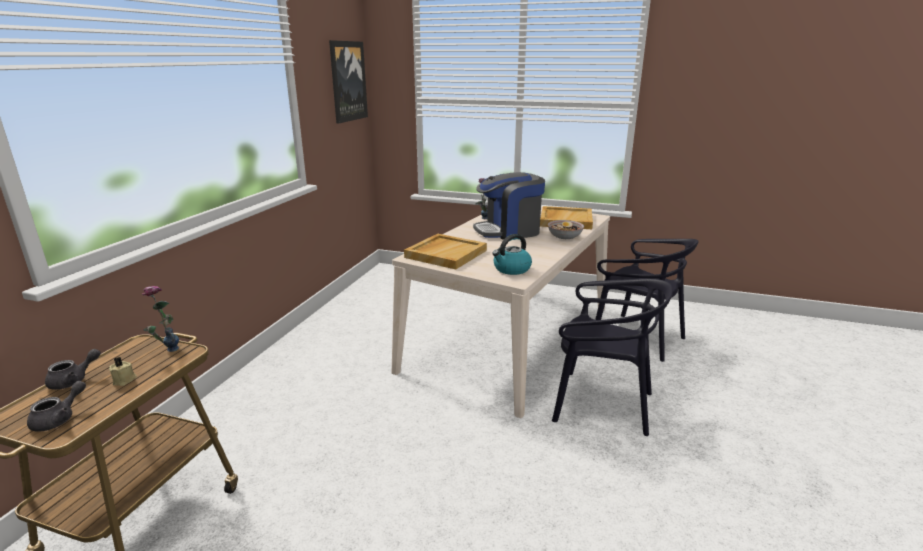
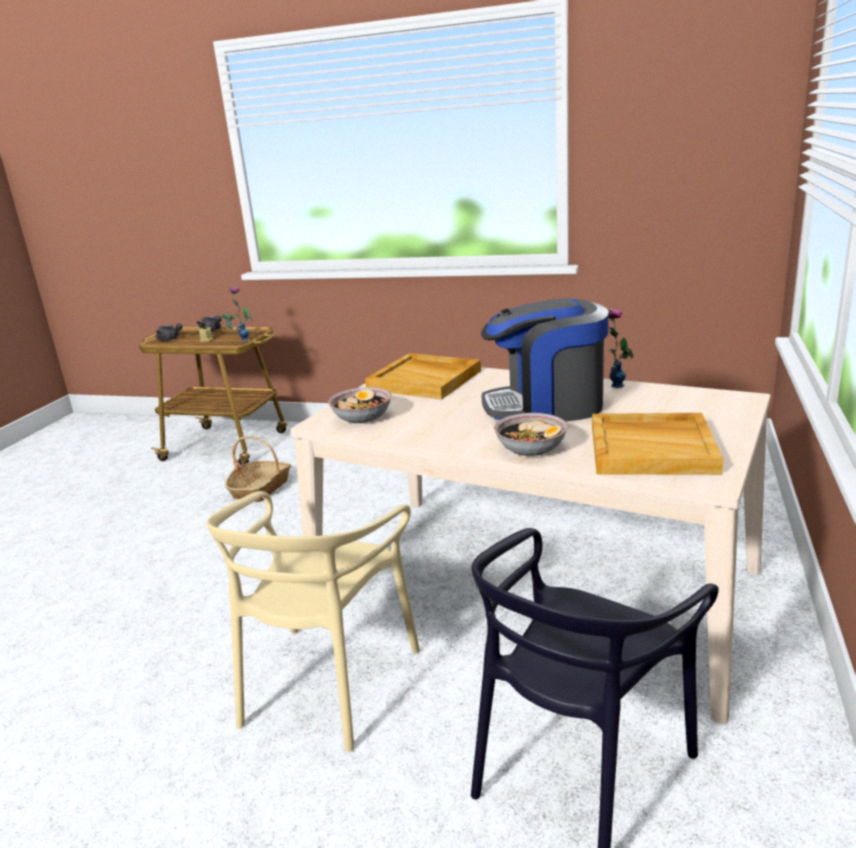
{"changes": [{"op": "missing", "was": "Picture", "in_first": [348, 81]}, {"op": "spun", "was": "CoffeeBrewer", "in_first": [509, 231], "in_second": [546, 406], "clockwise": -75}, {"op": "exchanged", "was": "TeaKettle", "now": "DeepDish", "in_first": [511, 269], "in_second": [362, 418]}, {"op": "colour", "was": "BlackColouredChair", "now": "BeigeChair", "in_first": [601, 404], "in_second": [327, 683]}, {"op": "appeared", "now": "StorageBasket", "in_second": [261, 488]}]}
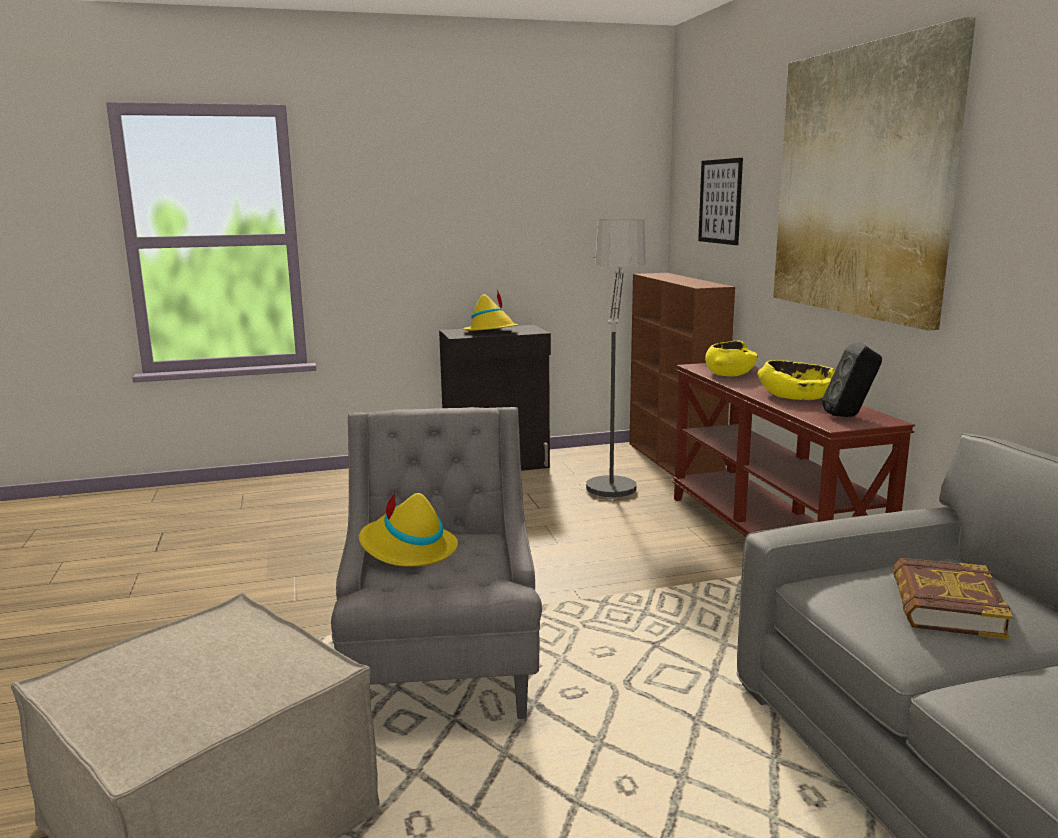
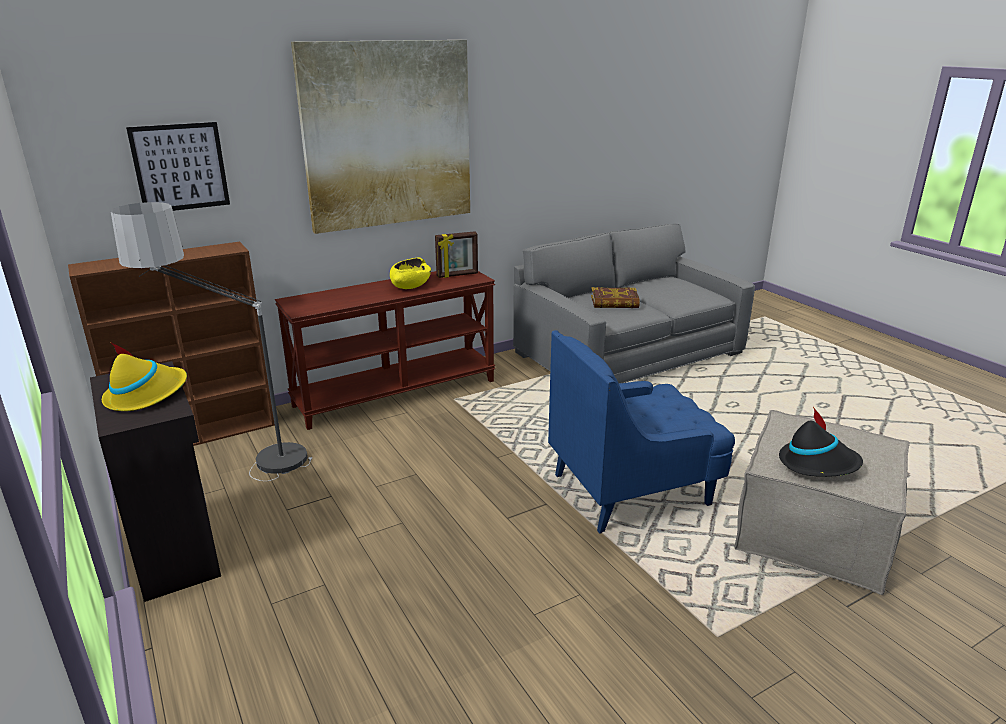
{"changes": [{"op": "colour", "was": "GrayLoungeChair", "now": "BlueColouredLoungeChair", "in_first": [443, 671], "in_second": [632, 489]}, {"op": "missing", "was": "YellowishHat", "in_first": [407, 550]}, {"op": "missing", "was": "YellowishDeepDish", "in_first": [729, 373]}, {"op": "exchanged", "was": "BlackColouredLoudspeaker", "now": "PictureFrame", "in_first": [850, 416], "in_second": [457, 275]}, {"op": "appeared", "now": "BlackColouredHat", "in_second": [818, 464]}]}
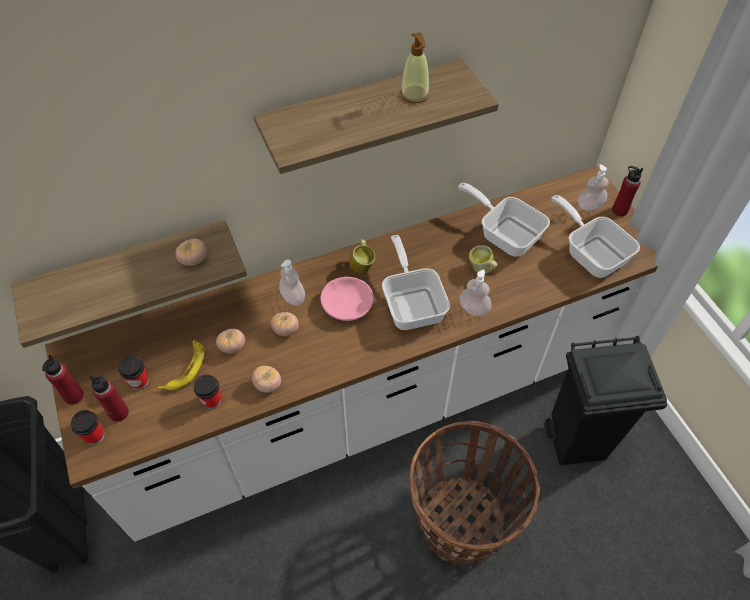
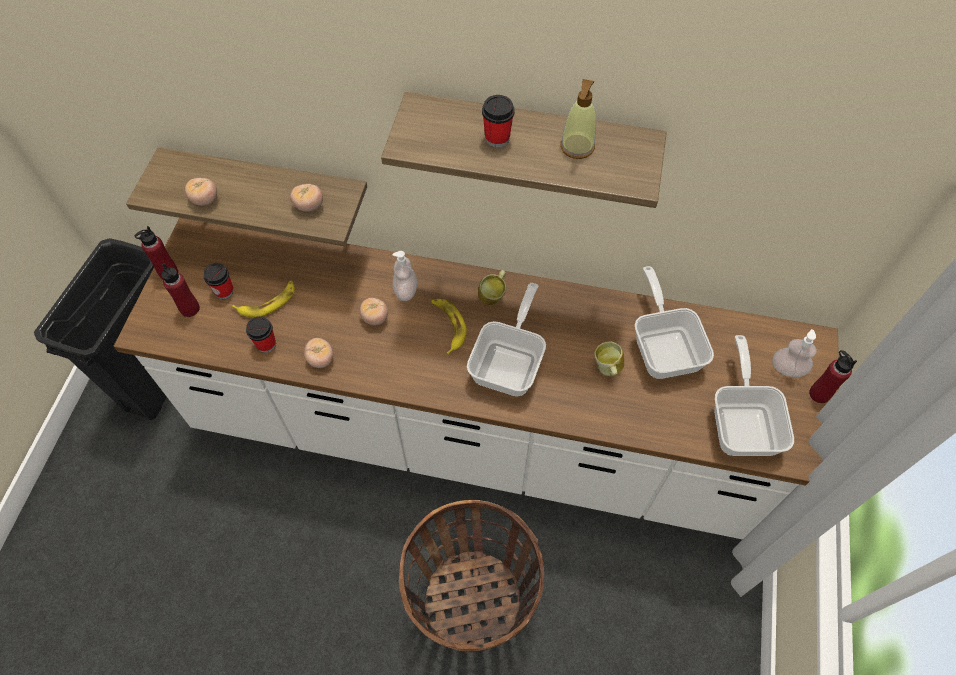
{"changes": [{"op": "relocated", "was": "Cup", "in_first": [94, 436], "in_second": [497, 138]}, {"op": "relocated", "was": "WholeTomato", "in_first": [232, 347], "in_second": [205, 200]}, {"op": "exchanged", "was": "PinkColouredDeepDish", "now": "Banana", "in_first": [346, 304], "in_second": [448, 325]}, {"op": "missing", "was": "SoapBottle", "in_first": [473, 309]}, {"op": "missing", "was": "BlackColouredRubbishBin", "in_first": [577, 442]}]}
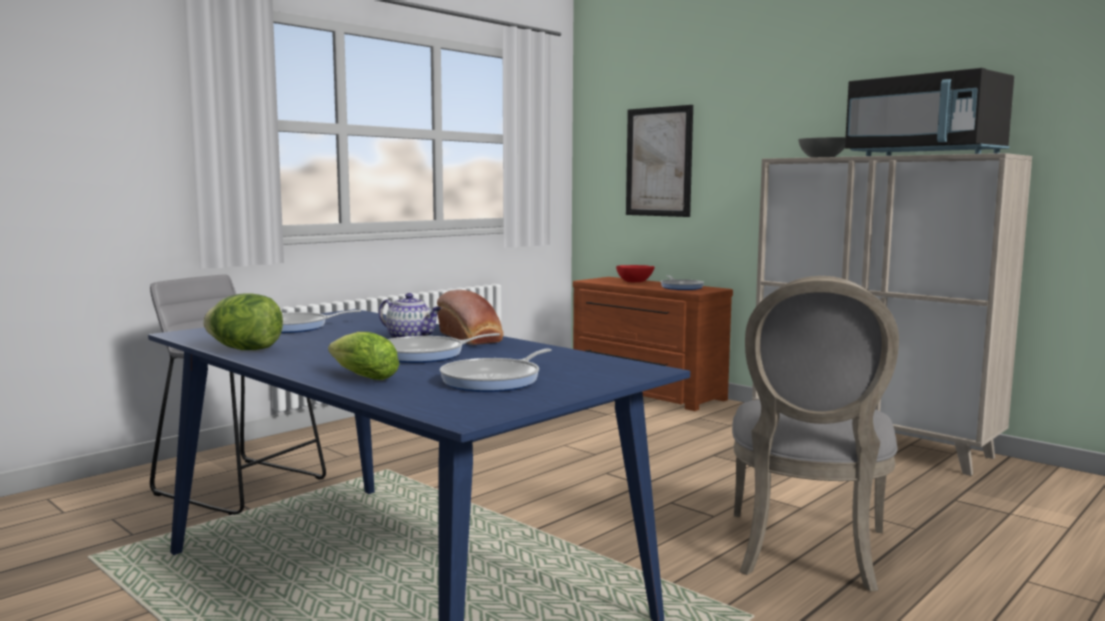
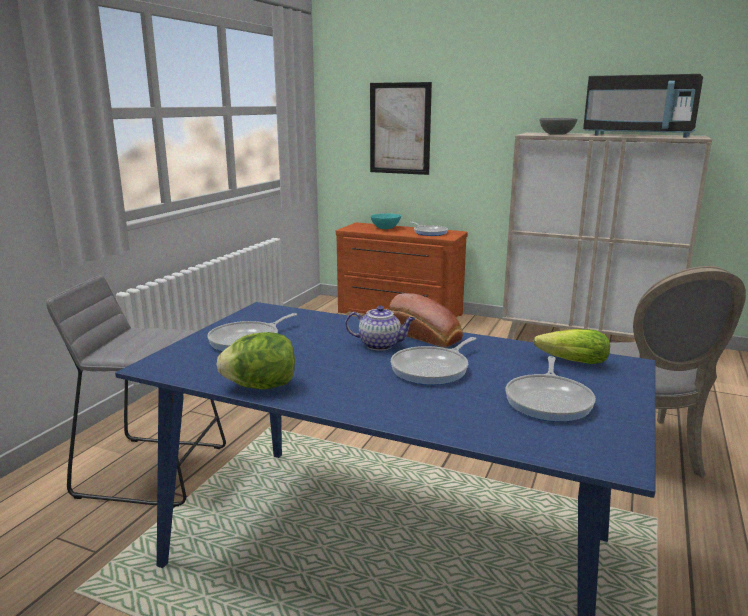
{"changes": [{"op": "relocated", "was": "HeadOfLettuce", "in_first": [360, 377], "in_second": [569, 361]}, {"op": "colour", "was": "RedDeepDish", "now": "TurquoiseDeepDish", "in_first": [634, 282], "in_second": [385, 228]}]}
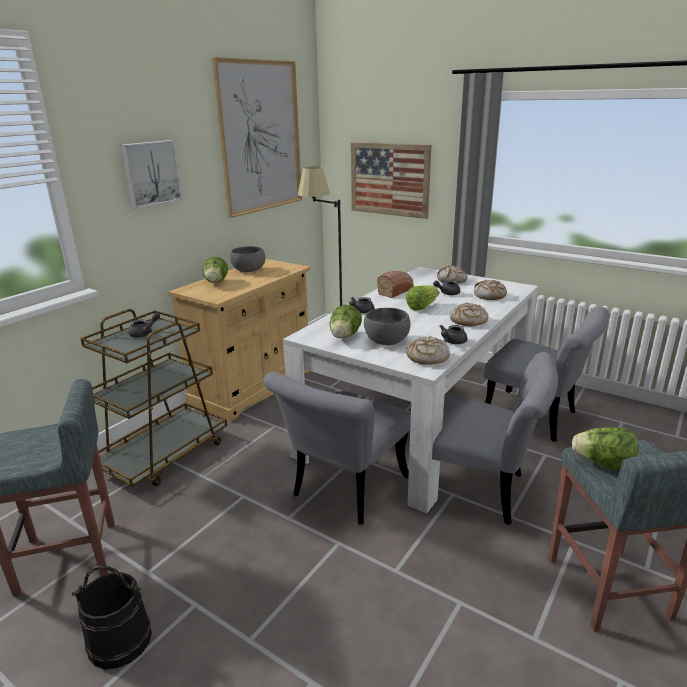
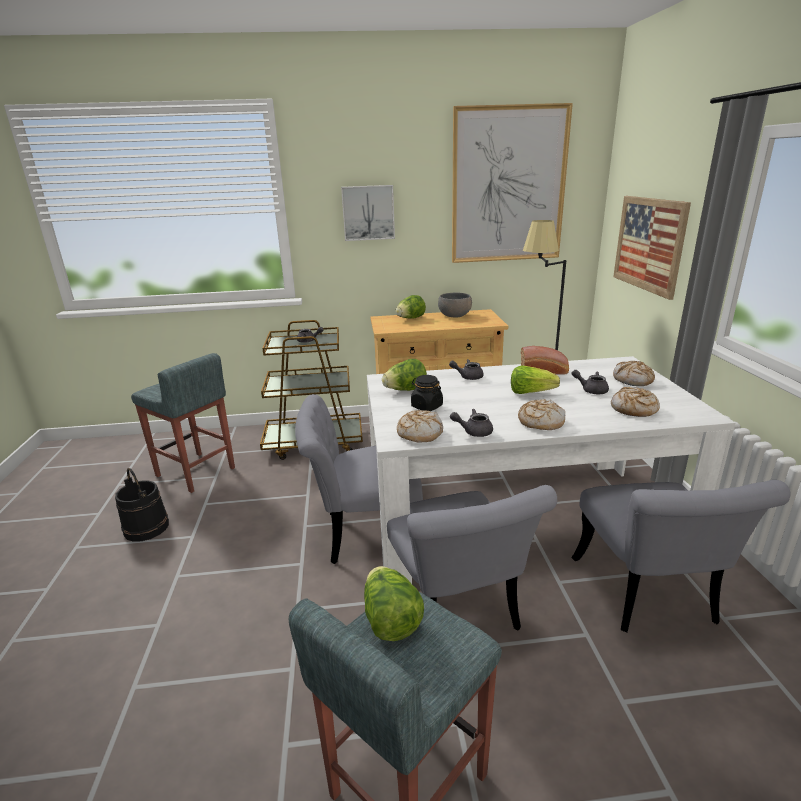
{"changes": [{"op": "exchanged", "was": "GrayDeepDish", "now": "BlackColouredStorageJar", "in_first": [387, 340], "in_second": [426, 406]}]}
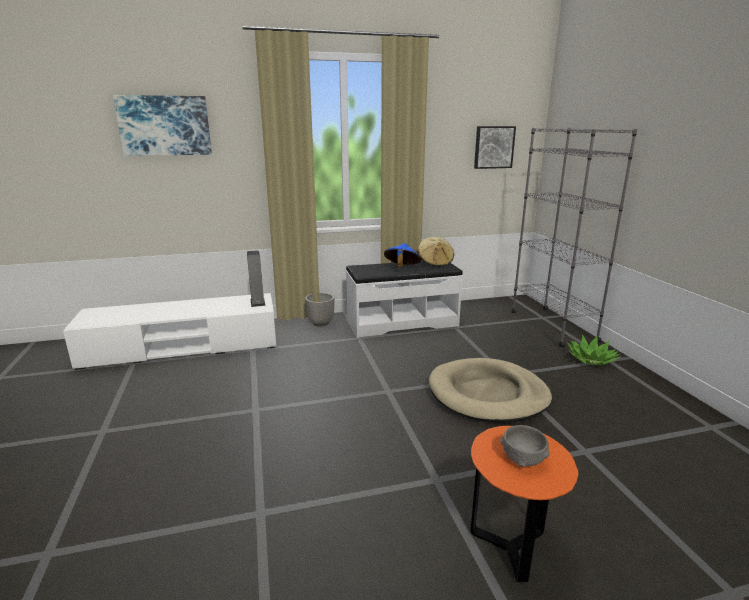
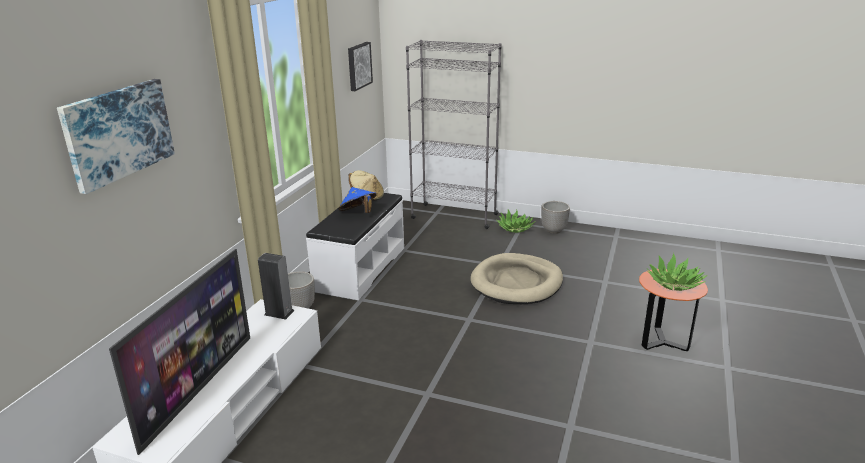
{"changes": [{"op": "exchanged", "was": "GrayDeepDish", "now": "PottedPlant", "in_first": [523, 459], "in_second": [674, 283]}, {"op": "appeared", "now": "Television", "in_second": [198, 389]}, {"op": "appeared", "now": "PlantPot", "in_second": [554, 230]}]}
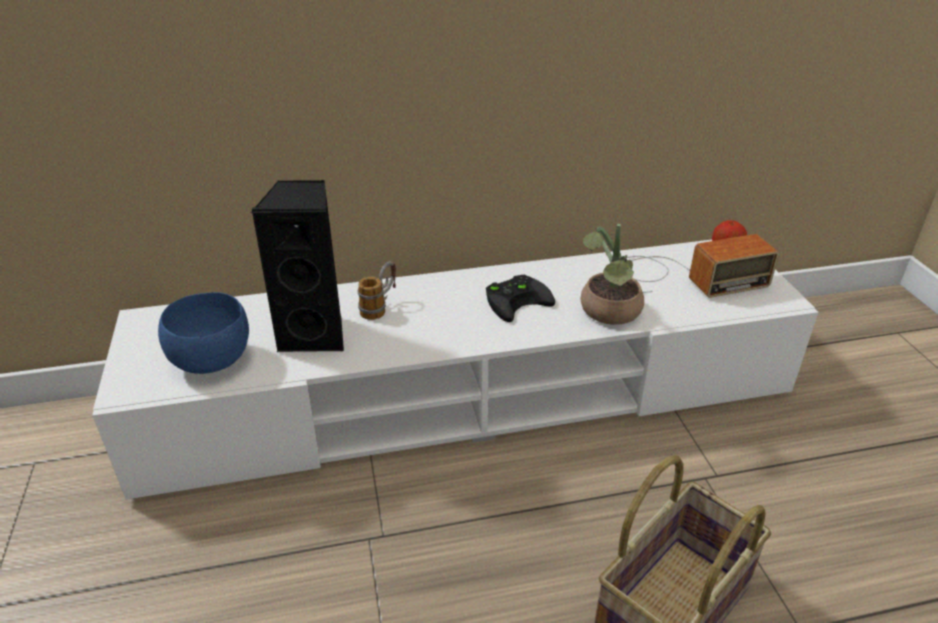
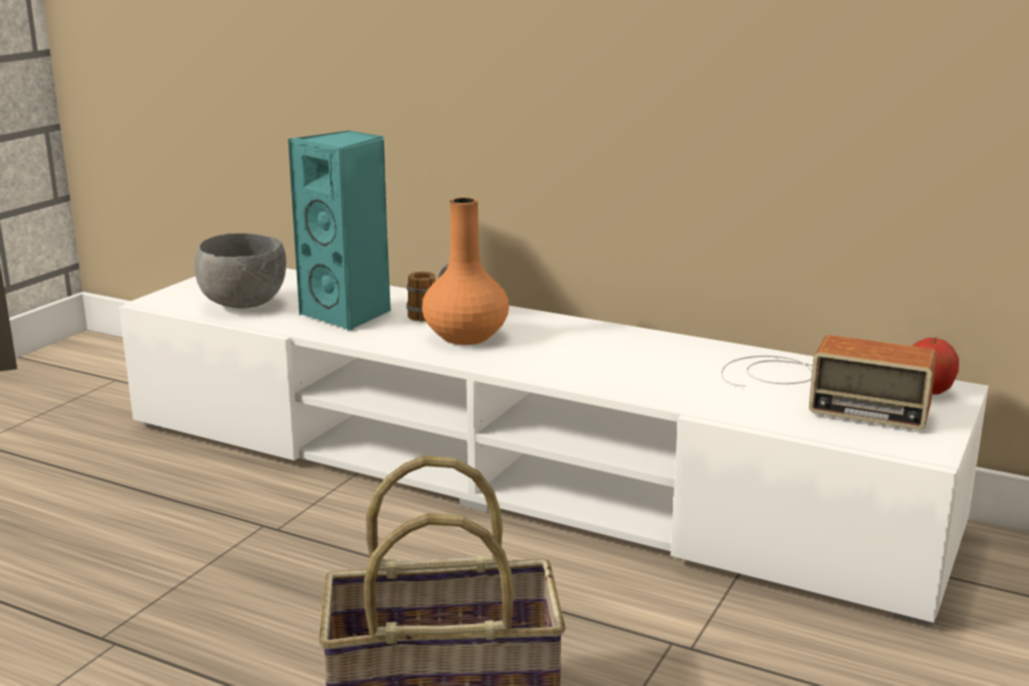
{"changes": [{"op": "colour", "was": "BlueColouredDeepDish", "now": "GrayDeepDish", "in_first": [213, 360], "in_second": [246, 304]}, {"op": "colour", "was": "BlackColouredLoudspeaker", "now": "TurquoiseLoudspeaker", "in_first": [316, 334], "in_second": [349, 314]}, {"op": "missing", "was": "BlackColouredJoypad", "in_first": [517, 300]}, {"op": "missing", "was": "PottedPlant", "in_first": [607, 314]}, {"op": "appeared", "now": "OrangeColouredVase", "in_second": [466, 337]}]}
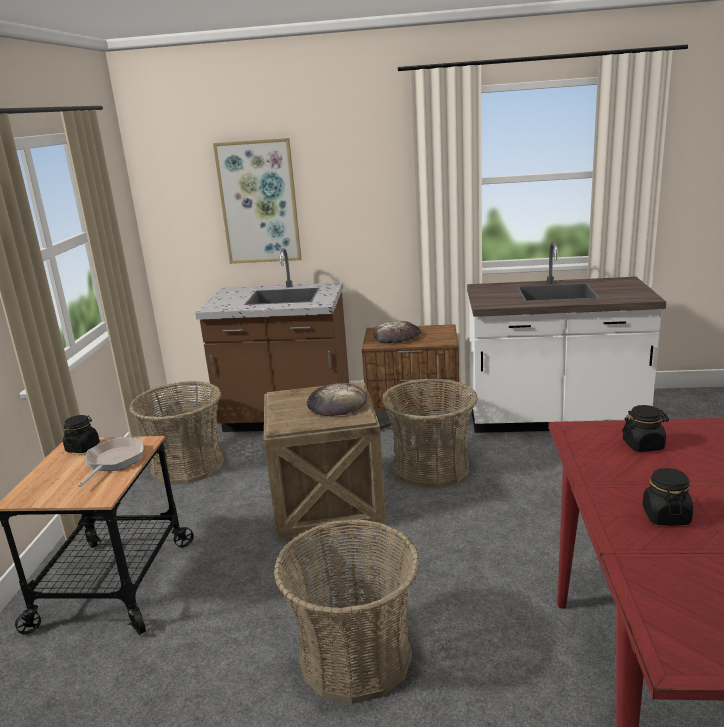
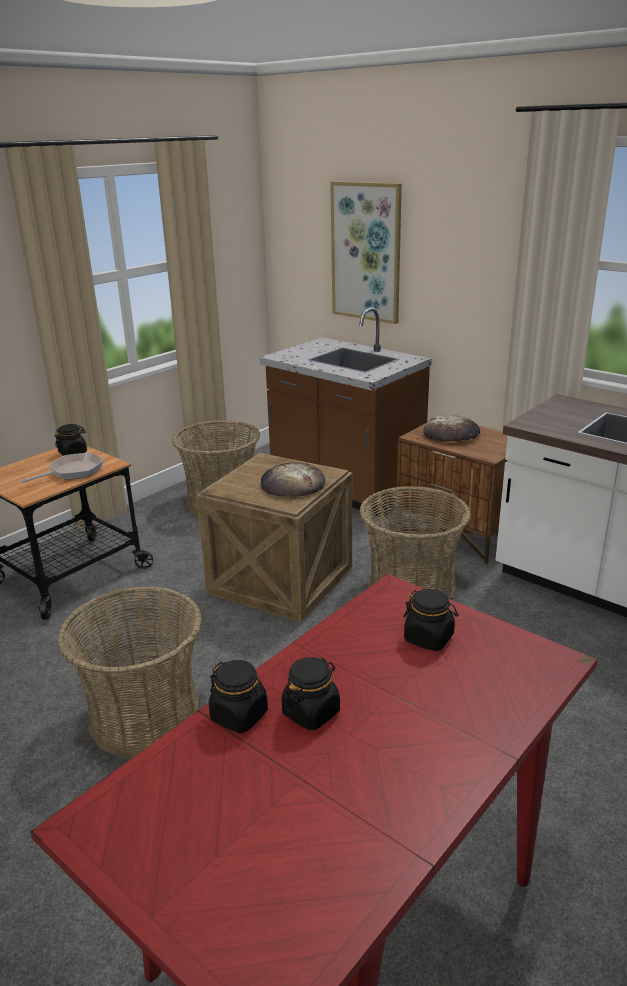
{"changes": [{"op": "appeared", "now": "BlackColouredStorageJar", "in_second": [239, 716]}]}
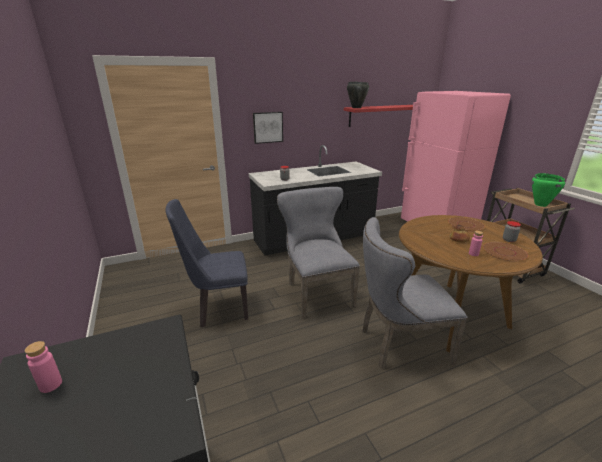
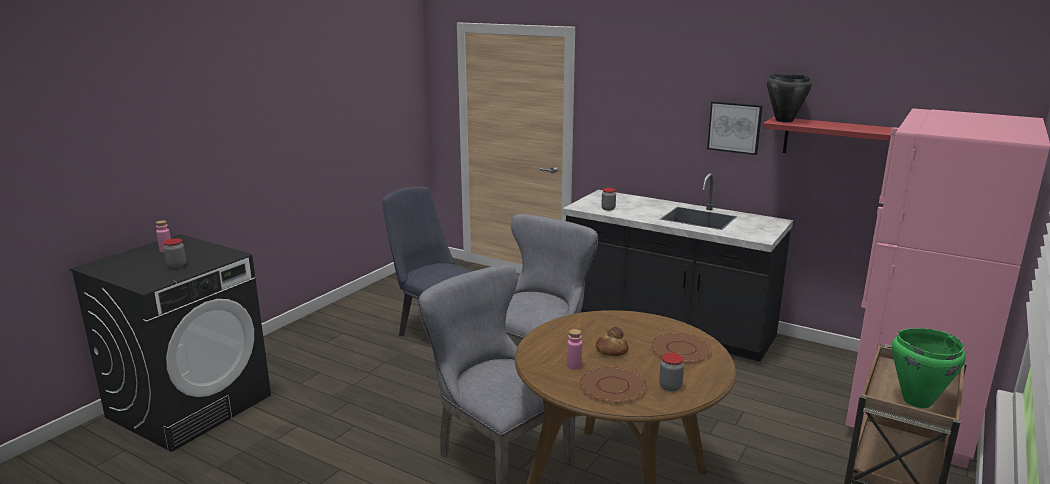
{"changes": [{"op": "relocated", "was": "Picture", "in_first": [268, 127], "in_second": [734, 127]}, {"op": "appeared", "now": "StorageJar", "in_second": [177, 265]}]}
